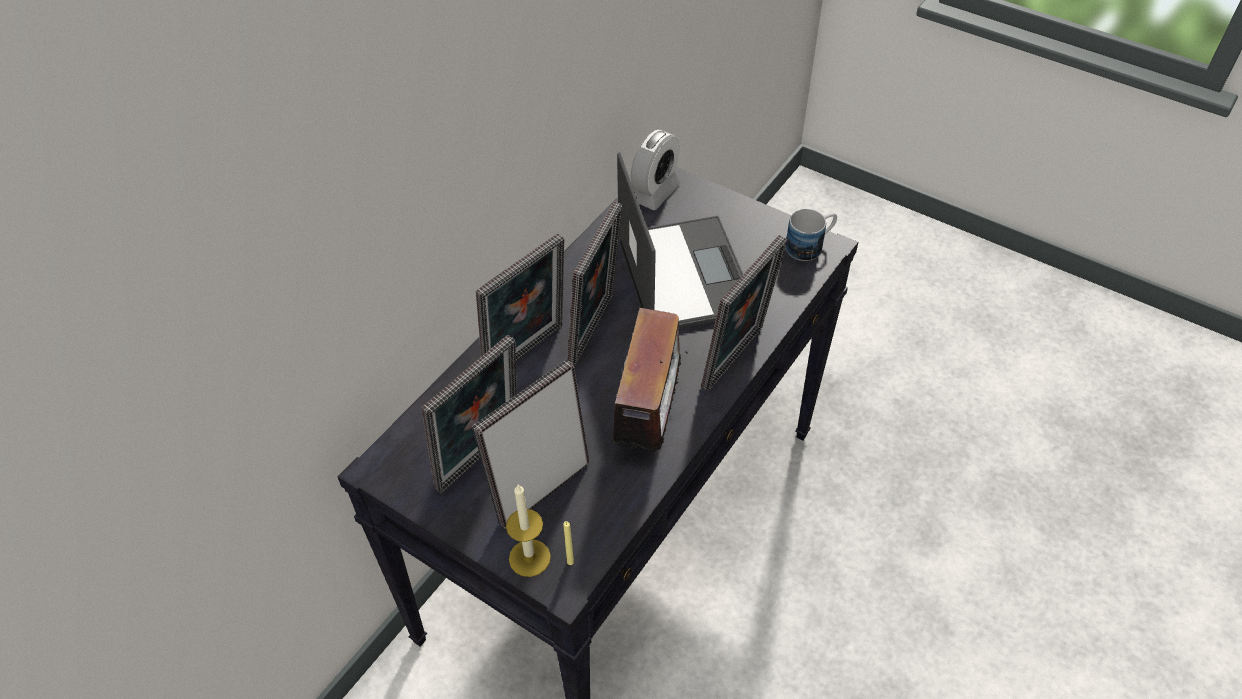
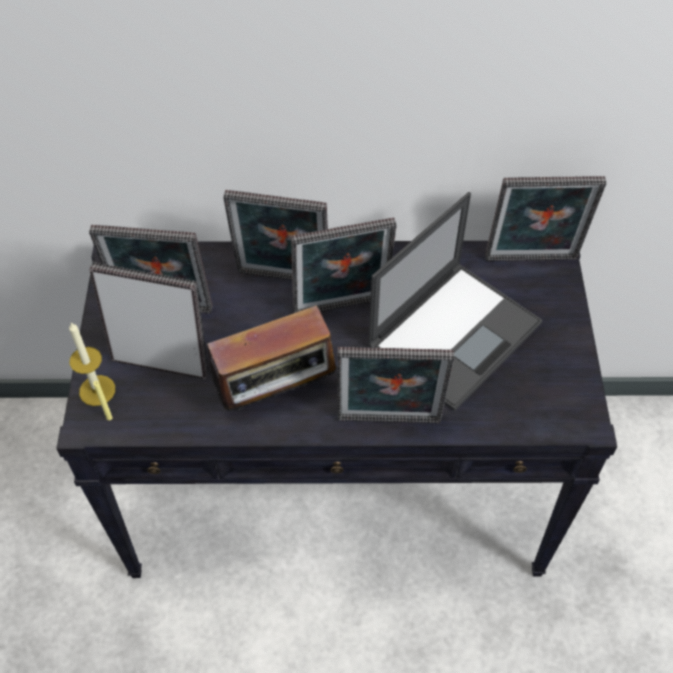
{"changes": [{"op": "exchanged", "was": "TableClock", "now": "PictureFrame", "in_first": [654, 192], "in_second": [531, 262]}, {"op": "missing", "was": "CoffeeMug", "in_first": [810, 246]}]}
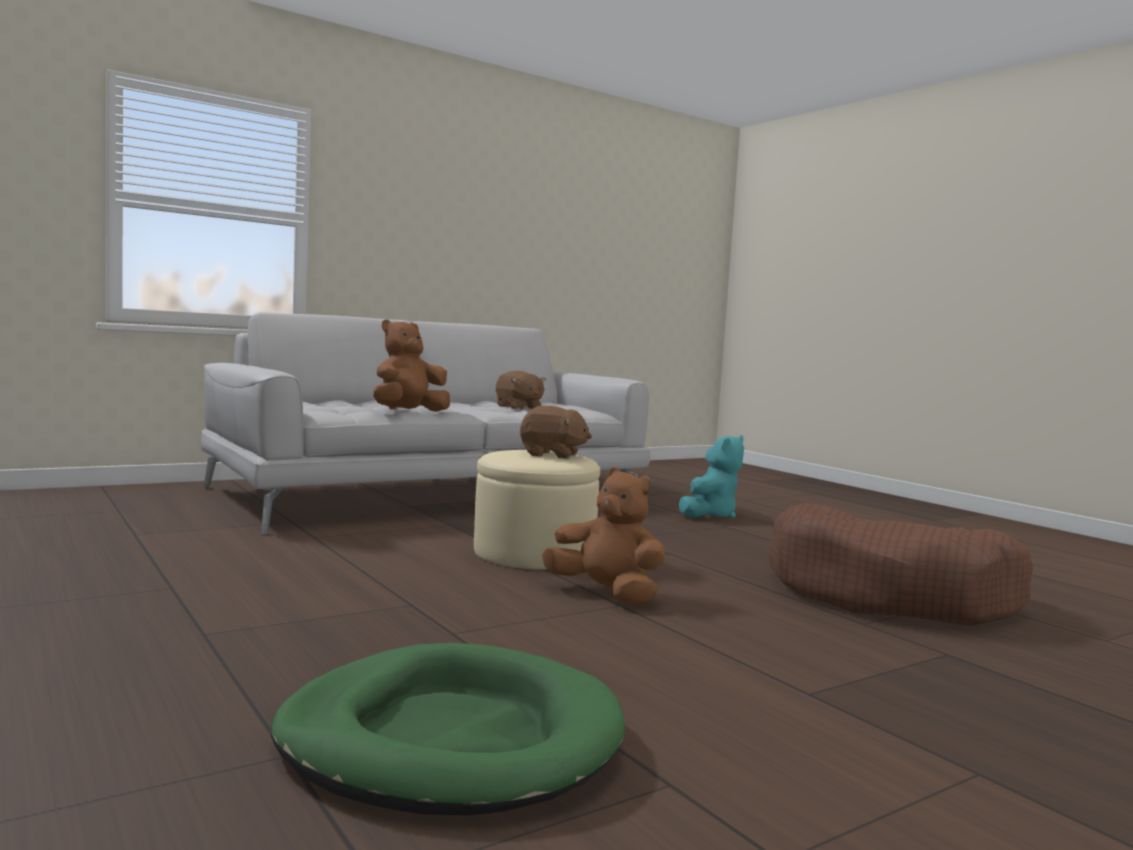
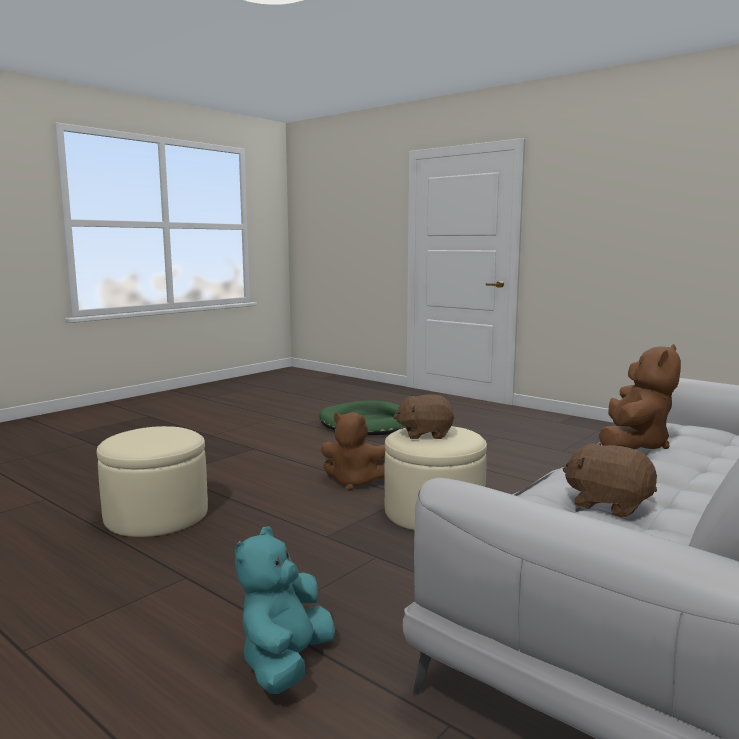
{"changes": [{"op": "exchanged", "was": "BrownColouredDogBed", "now": "BeigeFootrest", "in_first": [890, 596], "in_second": [156, 515]}]}
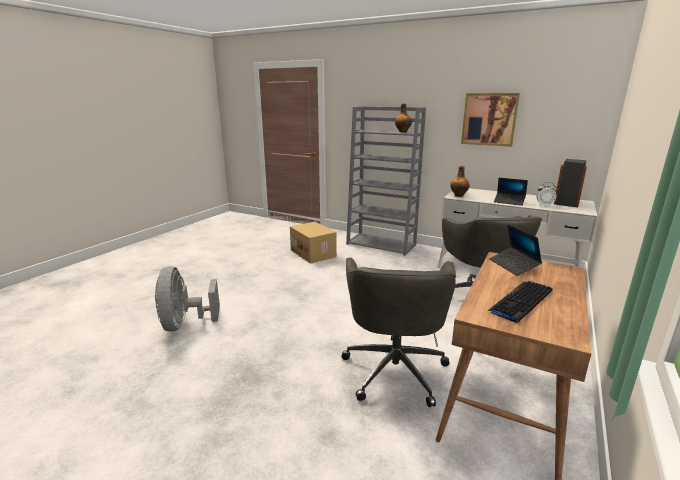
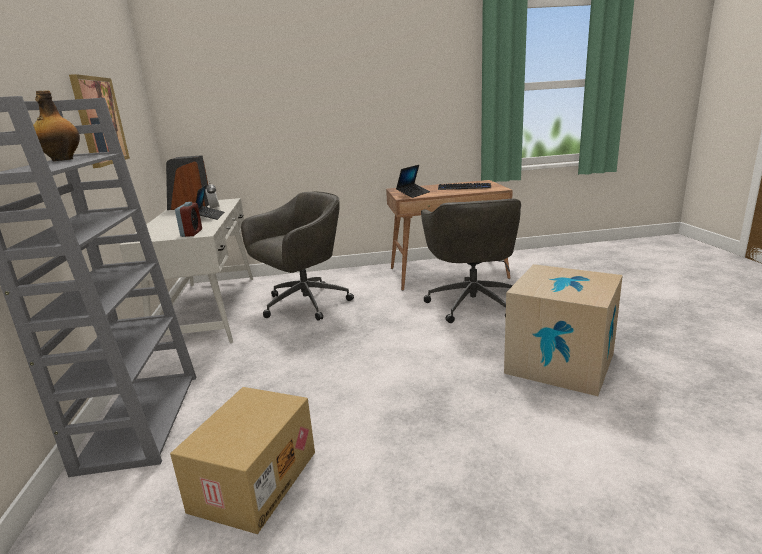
{"changes": [{"op": "missing", "was": "GrayElectricFan", "in_first": [185, 324]}, {"op": "spun", "was": "GrayDeskChair", "in_first": [395, 368], "in_second": [472, 303], "clockwise": 120}, {"op": "exchanged", "was": "Bottle", "now": "TableClock", "in_first": [459, 195], "in_second": [191, 233]}, {"op": "appeared", "now": "PackingBox", "in_second": [560, 363]}]}
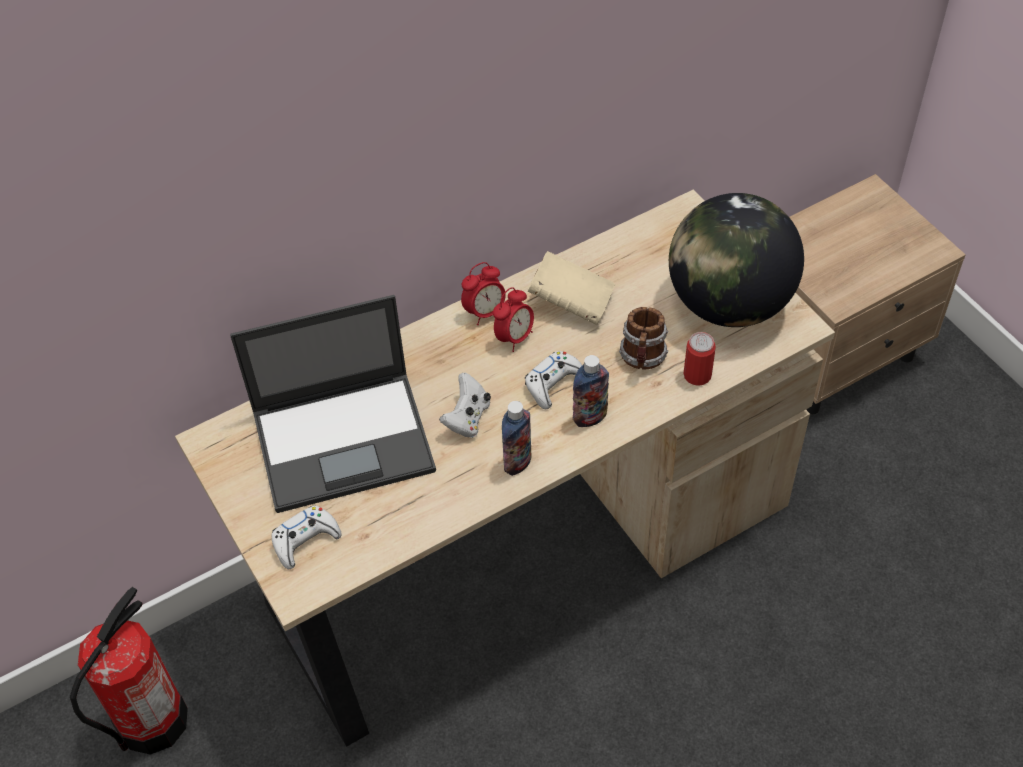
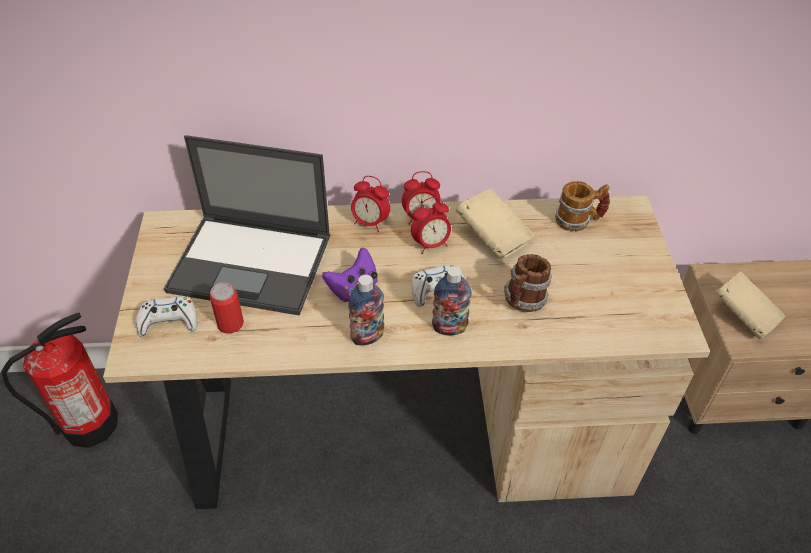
{"changes": [{"op": "colour", "was": "WhiteColouredJoypad", "now": "PurplishJoypad", "in_first": [467, 418], "in_second": [353, 287]}, {"op": "missing", "was": "DeskGlobe", "in_first": [729, 304]}, {"op": "relocated", "was": "Can", "in_first": [697, 375], "in_second": [230, 324]}, {"op": "appeared", "now": "TableClock", "in_second": [370, 223]}, {"op": "appeared", "now": "CoffeeMug", "in_second": [579, 220]}, {"op": "appeared", "now": "BeigeVolume", "in_second": [743, 316]}]}
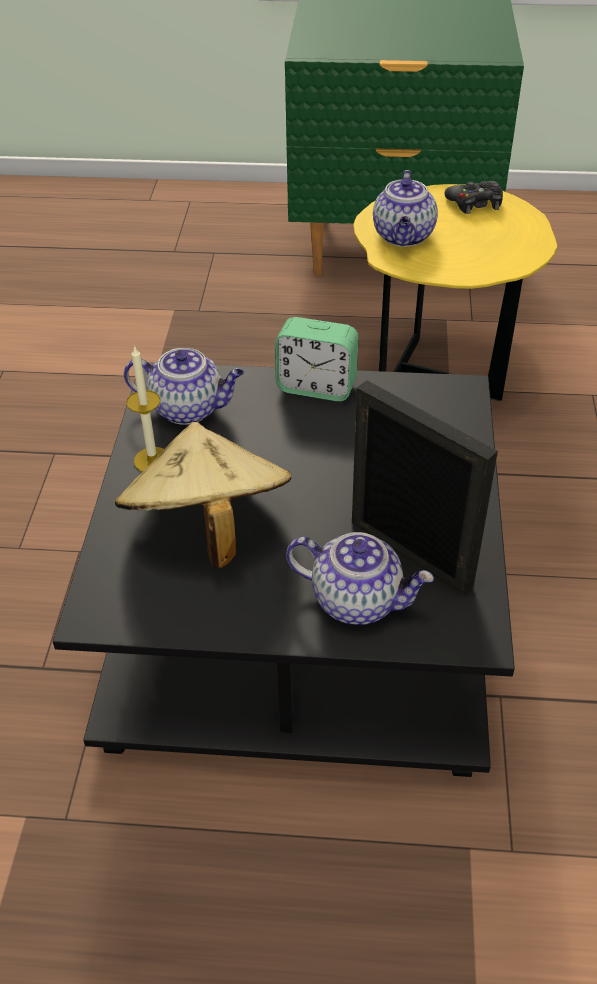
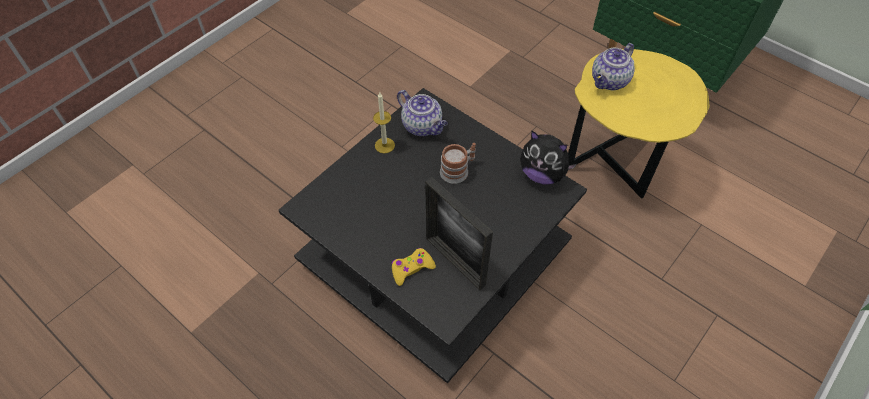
{"changes": [{"op": "missing", "was": "BeigeHat", "in_first": [207, 528]}, {"op": "missing", "was": "TableClock", "in_first": [316, 387]}, {"op": "exchanged", "was": "TeaPot", "now": "YellowishJoypad", "in_first": [357, 599], "in_second": [411, 268]}, {"op": "spun", "was": "PictureFrame", "in_first": [410, 554], "in_second": [455, 261], "clockwise": 150}, {"op": "missing", "was": "BlackColouredJoypad", "in_first": [475, 203]}, {"op": "appeared", "now": "CoffeeMug", "in_second": [458, 170]}, {"op": "appeared", "now": "PlushToy", "in_second": [542, 174]}]}
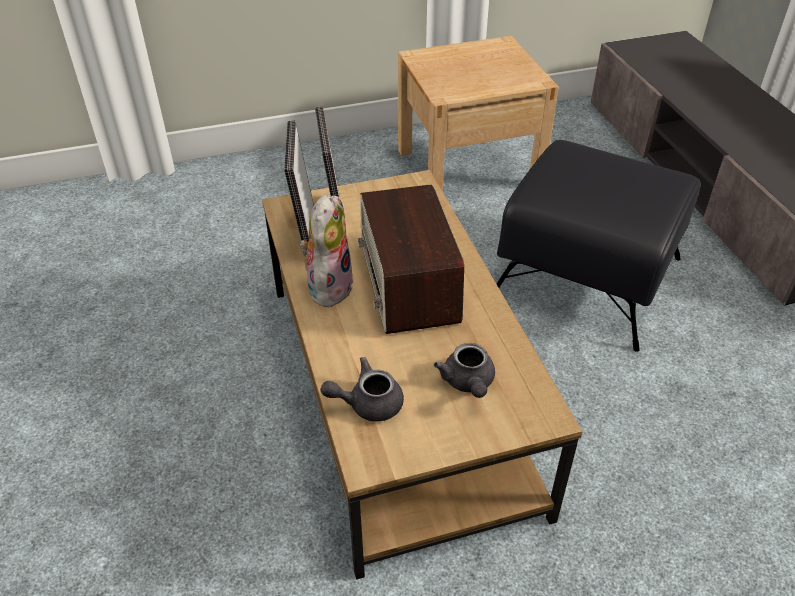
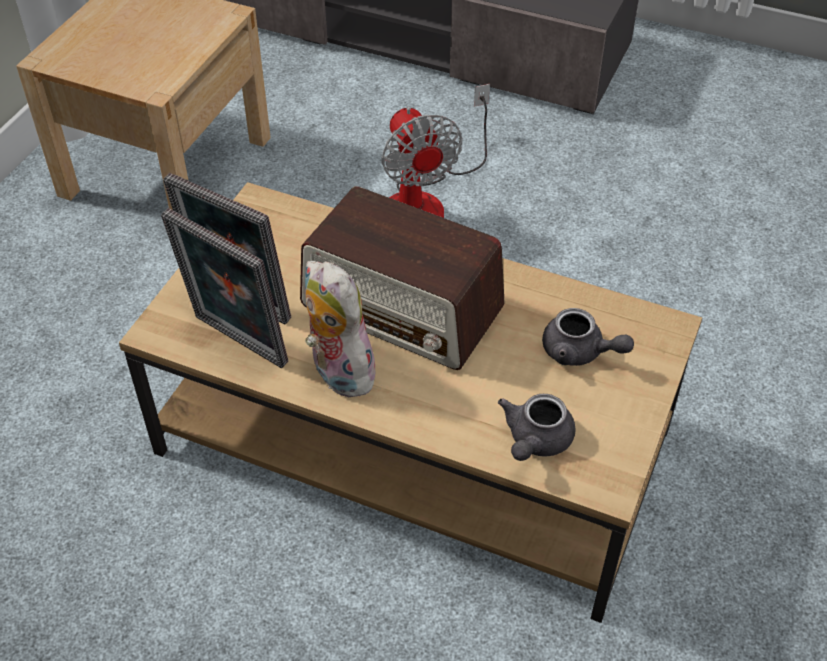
{"changes": [{"op": "exchanged", "was": "BlackColouredFootrest", "now": "ElectricFan", "in_first": [587, 278], "in_second": [425, 201]}]}
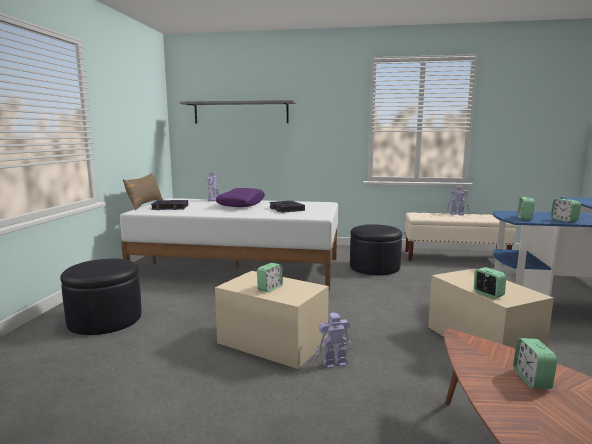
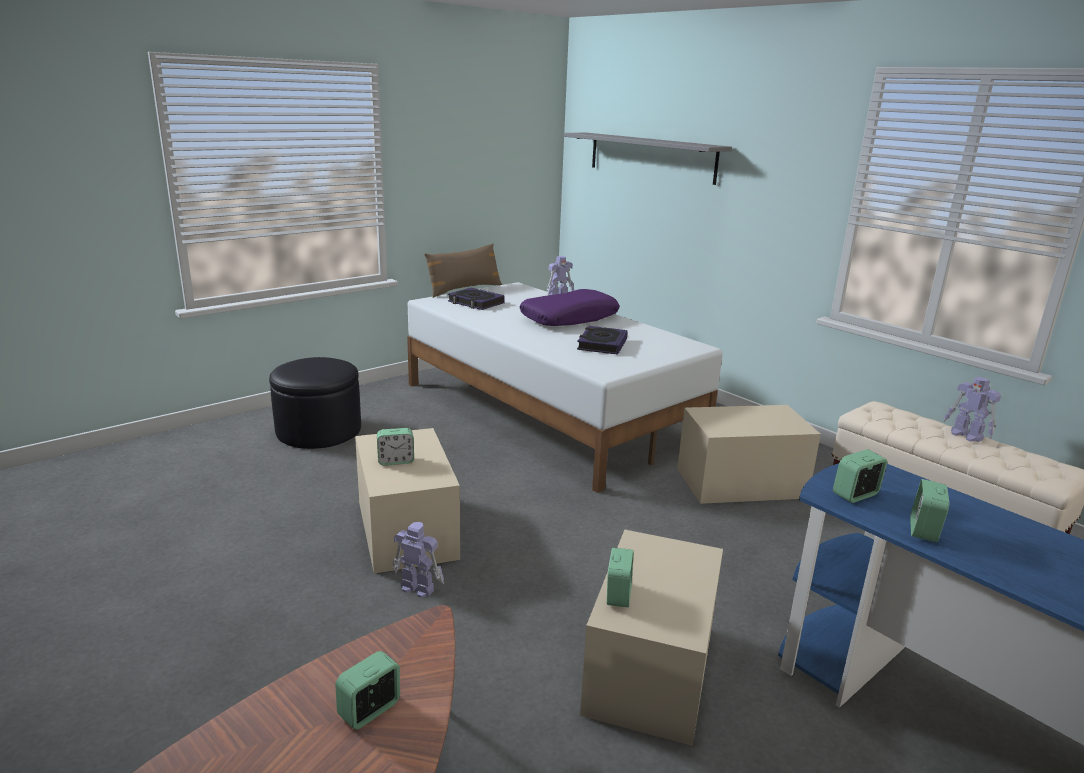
{"changes": [{"op": "exchanged", "was": "BlackColouredFootrest", "now": "BeigeStorageBin", "in_first": [374, 267], "in_second": [741, 483]}]}
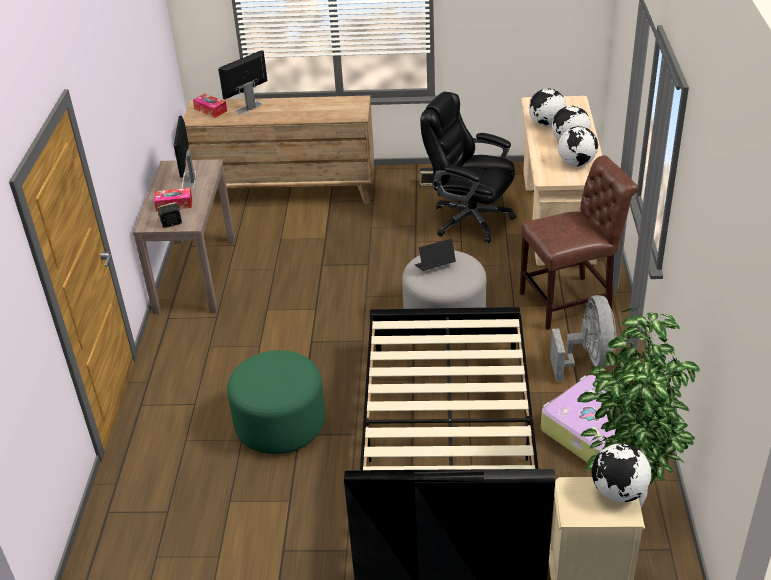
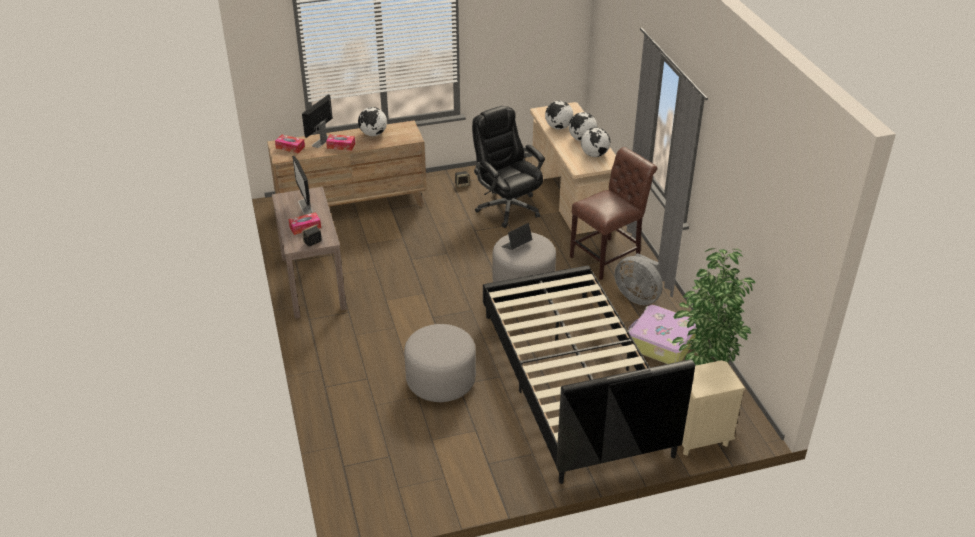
{"changes": [{"op": "colour", "was": "GreenFootrest", "now": "GrayFootrest", "in_first": [280, 424], "in_second": [441, 380]}, {"op": "spun", "was": "BlackColouredDeskChair", "in_first": [469, 219], "in_second": [507, 207], "clockwise": 45}, {"op": "spun", "was": "GrayElectricFan", "in_first": [587, 361], "in_second": [638, 296], "clockwise": 150}, {"op": "relocated", "was": "DeskGlobe", "in_first": [618, 492], "in_second": [373, 134]}, {"op": "appeared", "now": "BoxOfTissues", "in_second": [341, 146]}]}
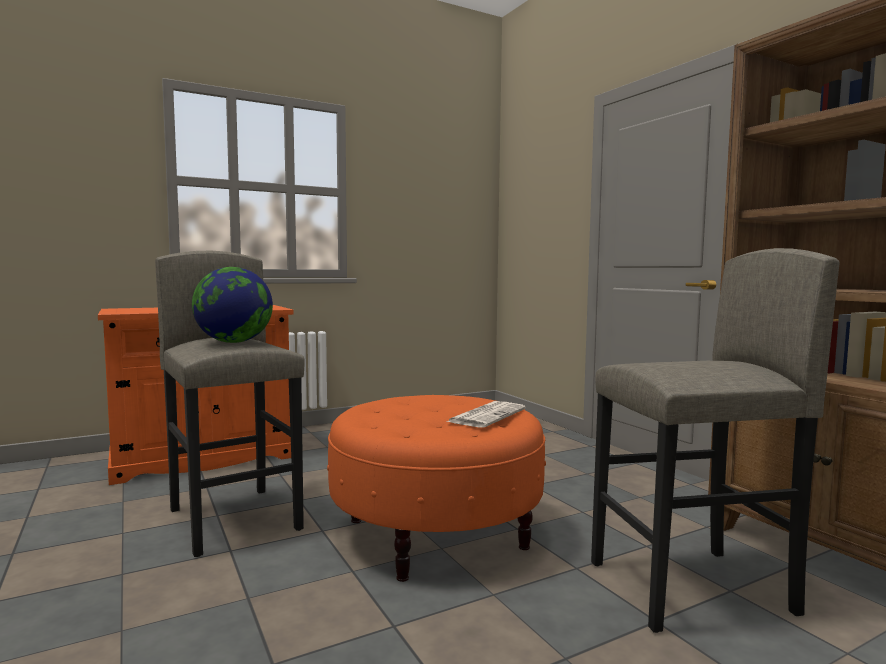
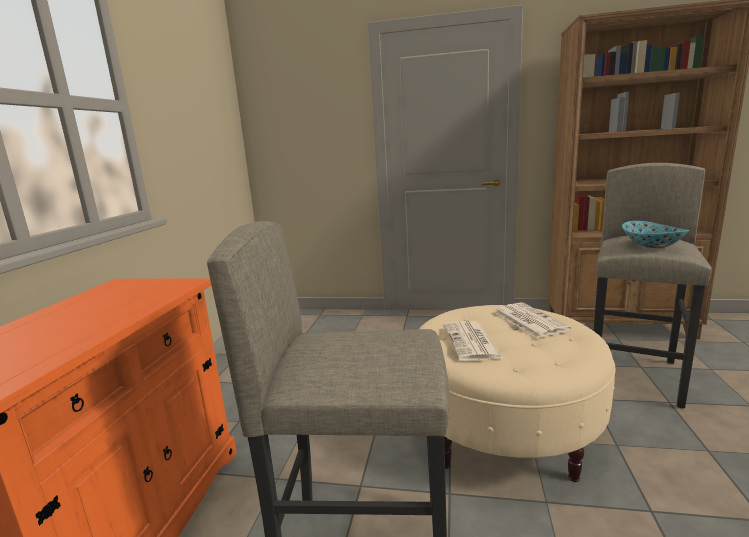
{"changes": [{"op": "missing", "was": "DeskGlobe", "in_first": [234, 342]}, {"op": "colour", "was": "OrangeColouredFootrest", "now": "BeigeFootrest", "in_first": [436, 534], "in_second": [504, 432]}, {"op": "appeared", "now": "Newspaper", "in_second": [471, 342]}, {"op": "appeared", "now": "DeepDish", "in_second": [651, 245]}]}
